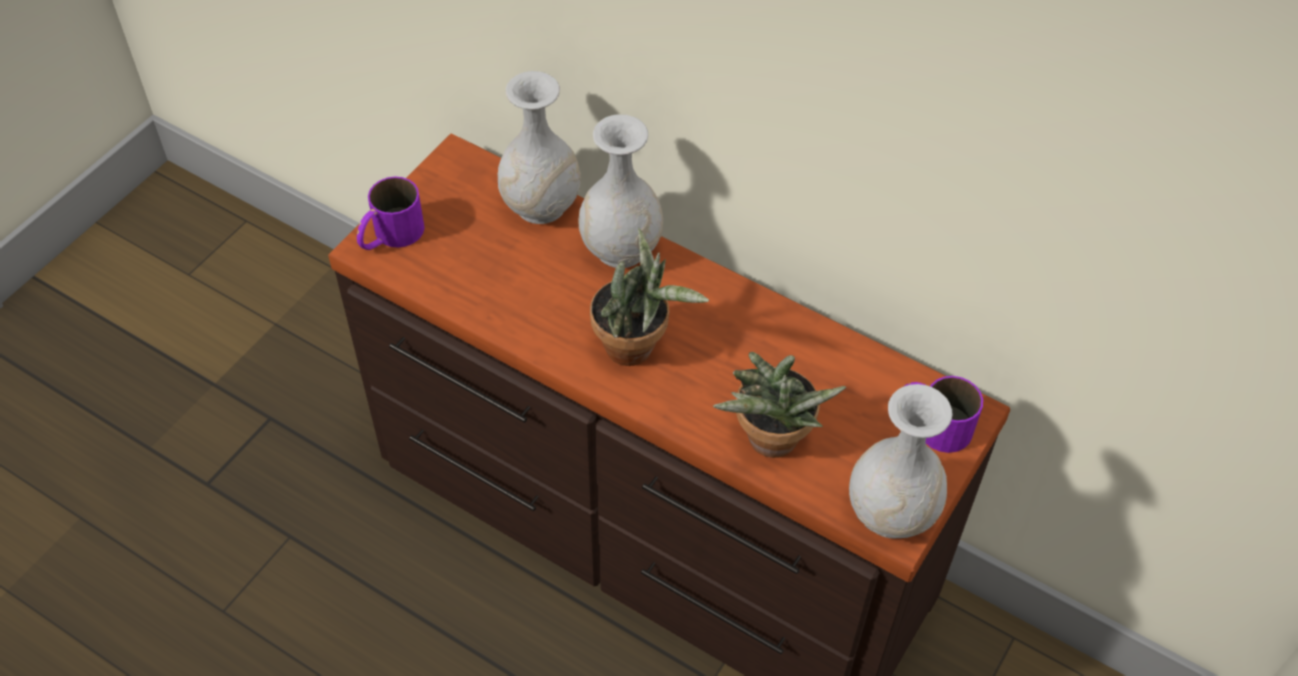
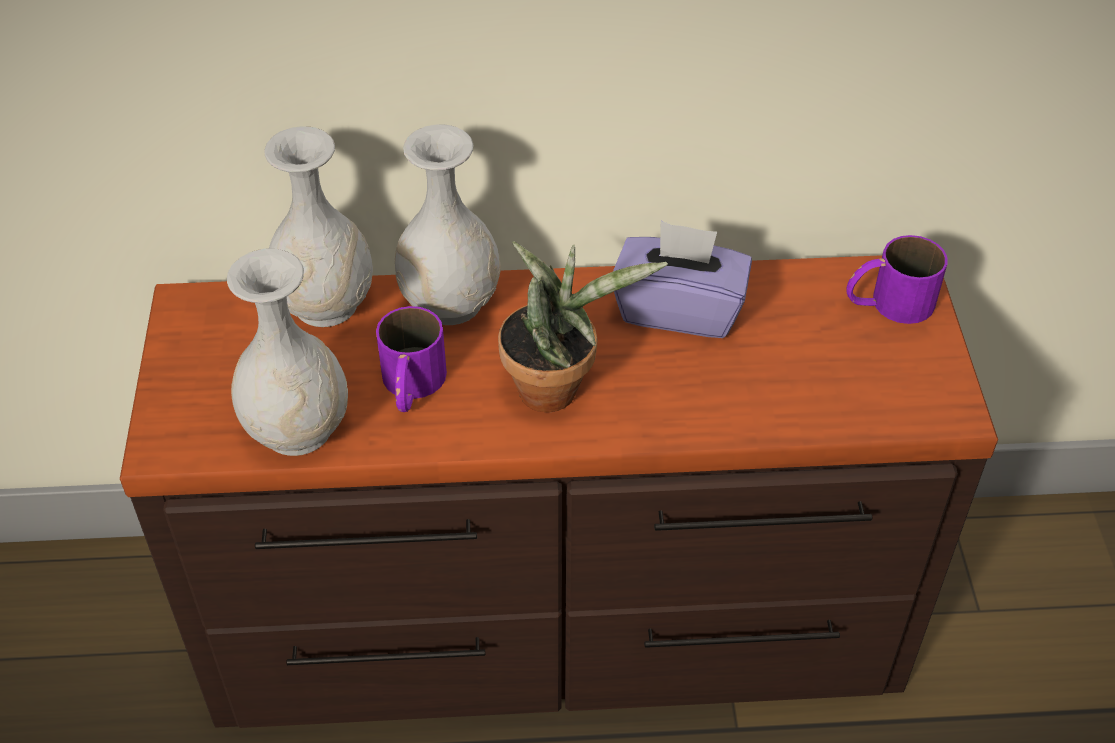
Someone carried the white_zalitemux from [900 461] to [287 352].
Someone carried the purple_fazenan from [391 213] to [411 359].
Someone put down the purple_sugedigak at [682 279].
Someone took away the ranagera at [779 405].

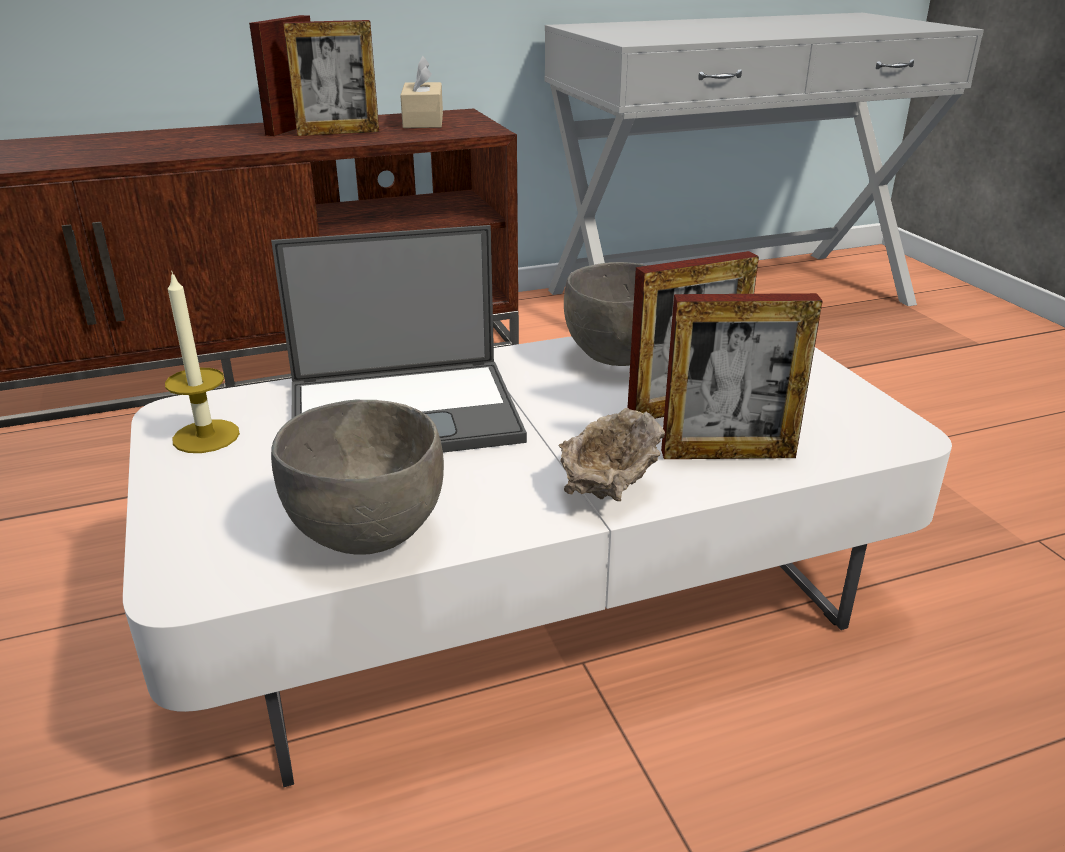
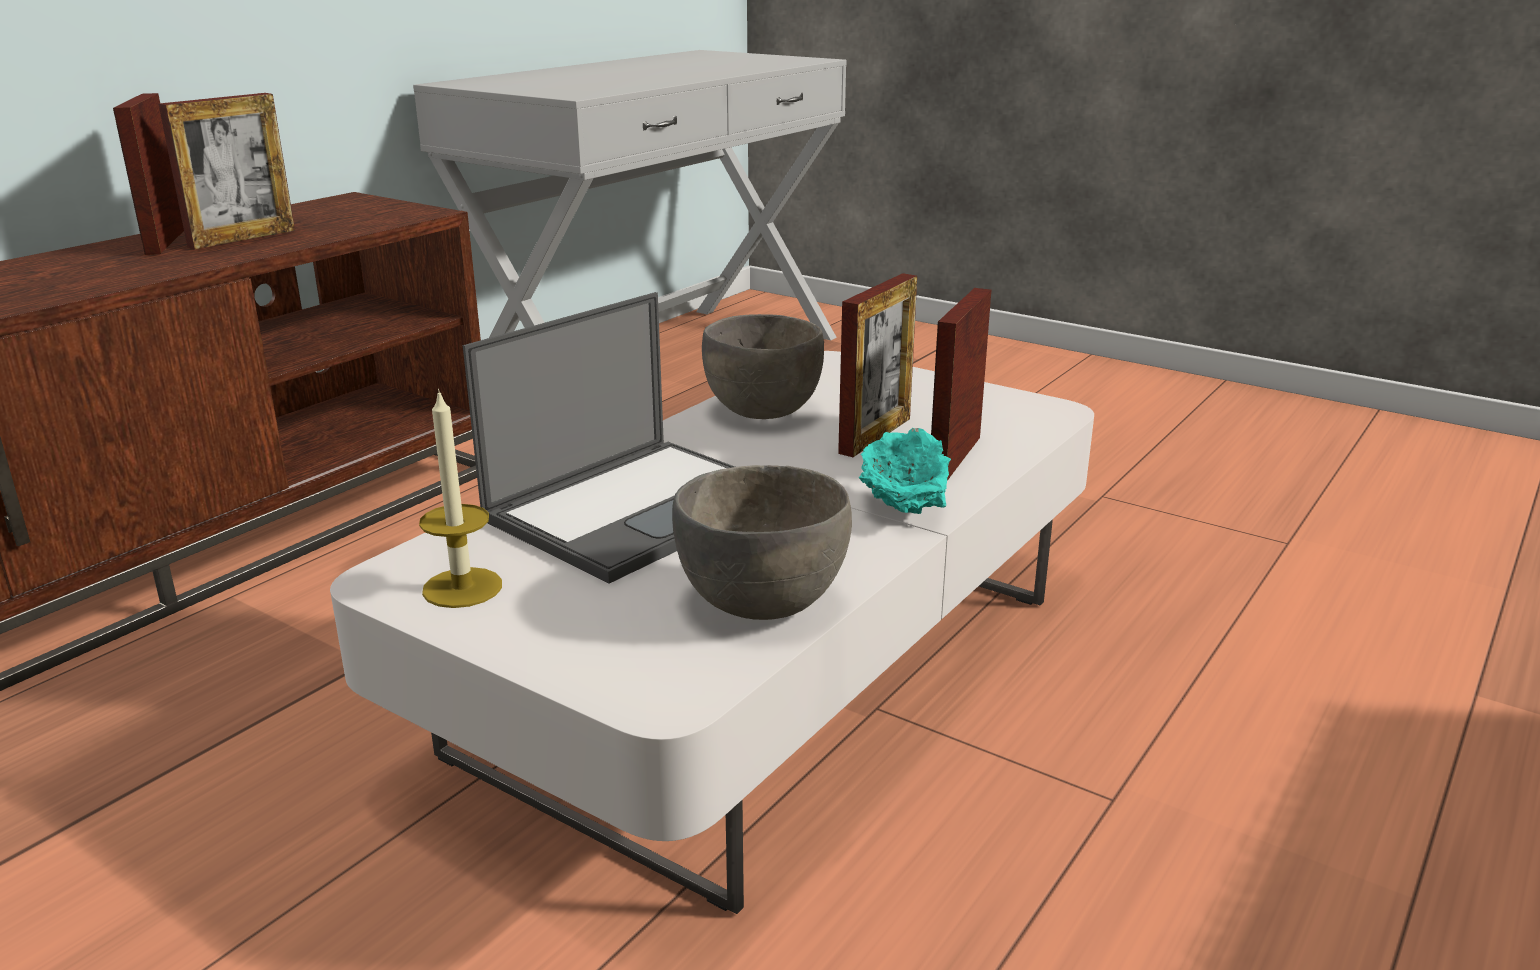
Someone repainted the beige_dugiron at [611 454], which became the turquoise_dugiron at [905 471].
Someone rotated the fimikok at [742 376] by 150 degrees clockwise.
Someone took away the beige_sugedigak at [421 92].

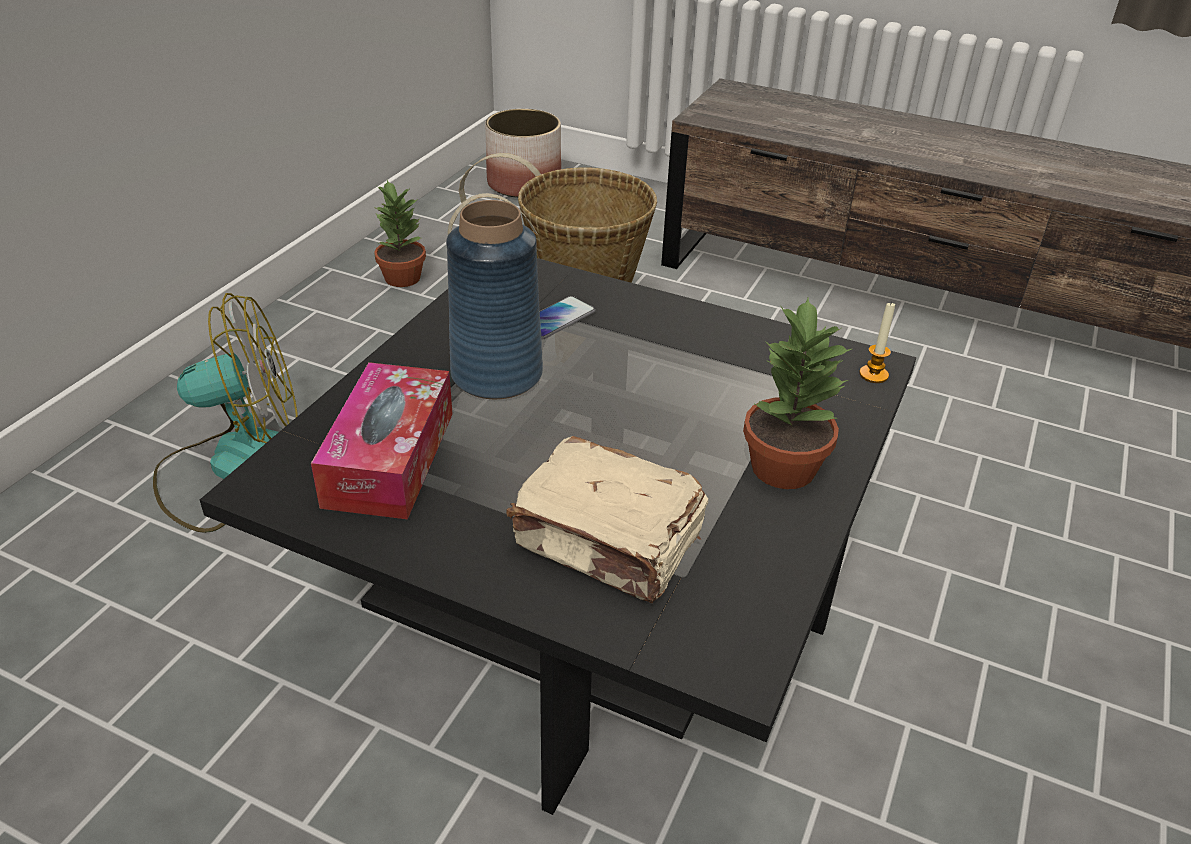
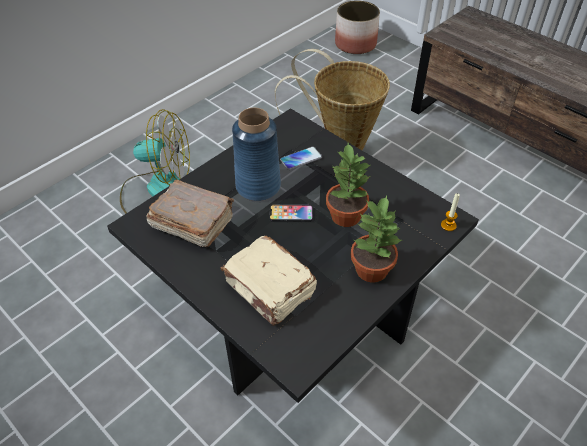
Someone swapped the sugedigak at [382 440] for the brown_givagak at [190 213].
Someone put down the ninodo at [291 213].
Someone carried the ranagera from [400 233] to [348 185].

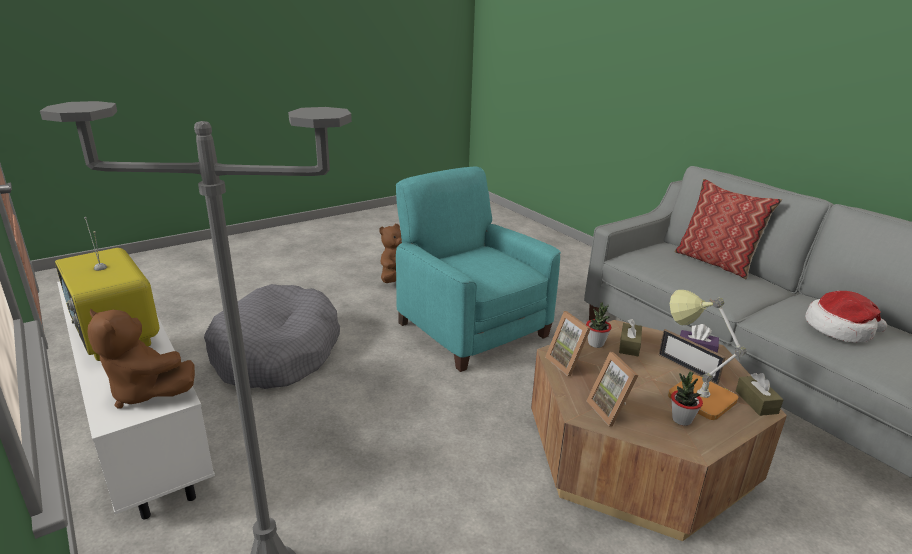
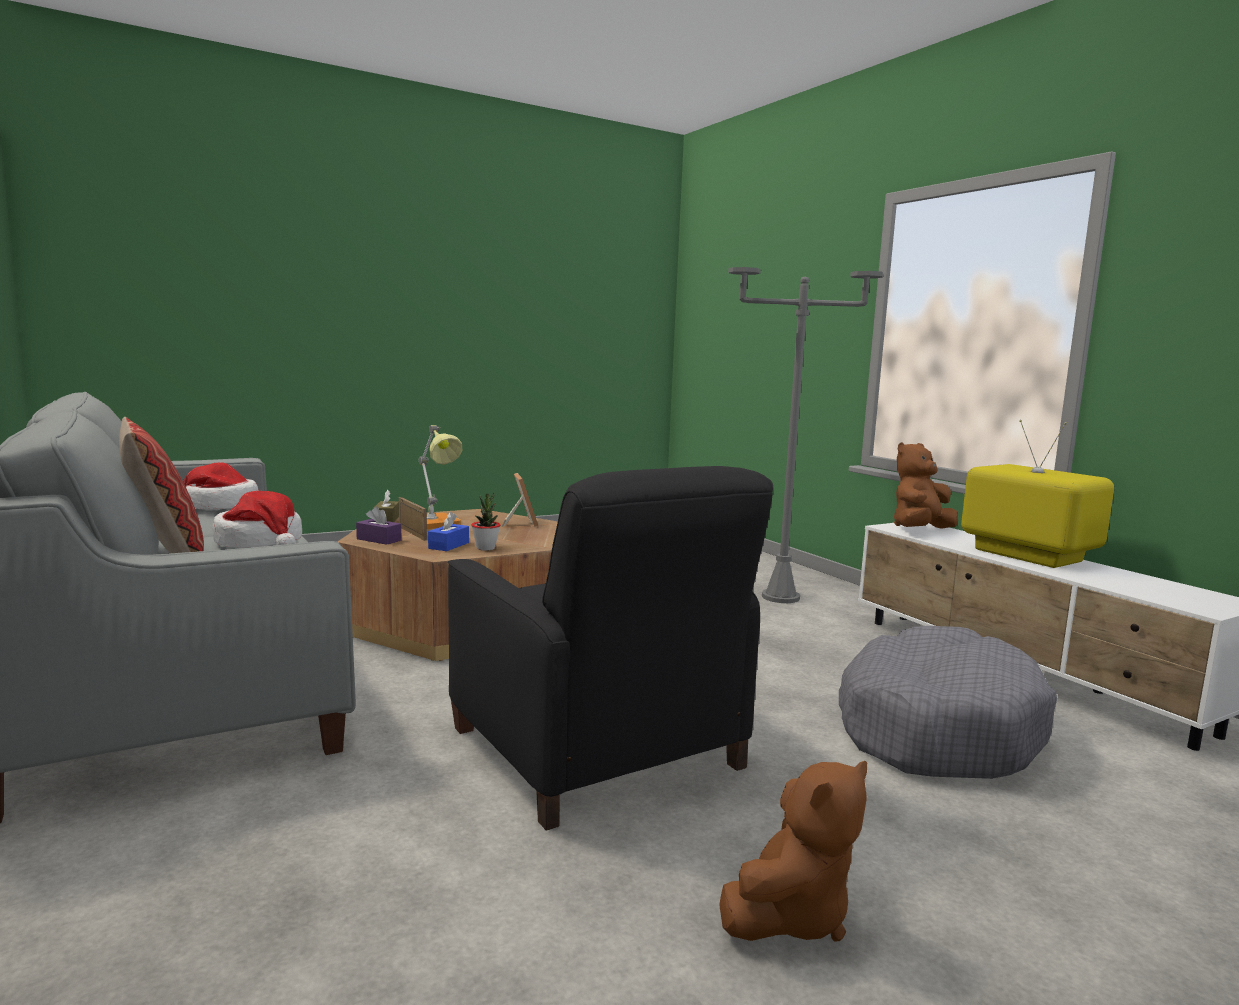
Someone put down the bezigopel at [257 519].
Someone repainted the brown_sugedigak at [630 337], which became the blue_sugedigak at [448 531].
Someone repainted the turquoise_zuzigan at [478 269], which became the black_zuzigan at [610 648].
Someone rotated the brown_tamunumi at [141 358] by 75 degrees counterclockwise.
Someone took away the fimikok at [568 343].
Someone took away the ranagera at [687 399].

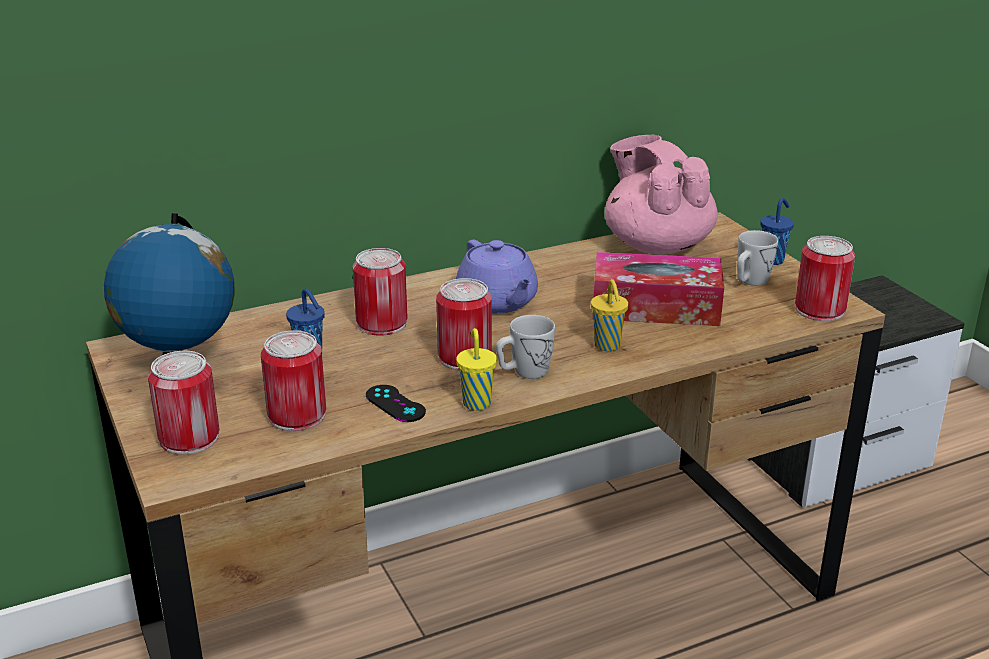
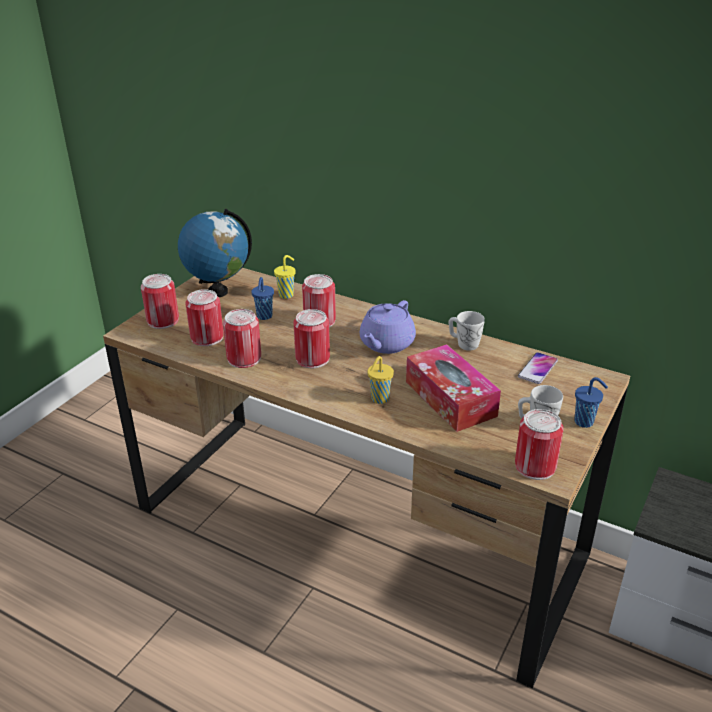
Someone swapped the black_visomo at [396 403] for the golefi at [242 338].
Someone carried the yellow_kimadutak from [476 369] to [285 277].
Someone carried the white_fazenan from [525 347] to [466 331].
Someone swapped the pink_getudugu at [661 195] for the ninodo at [538 368].

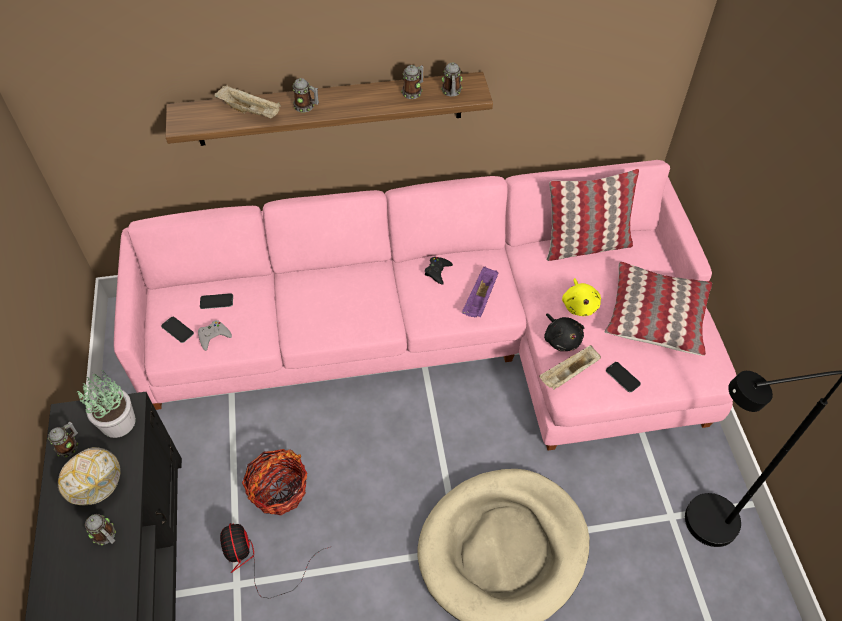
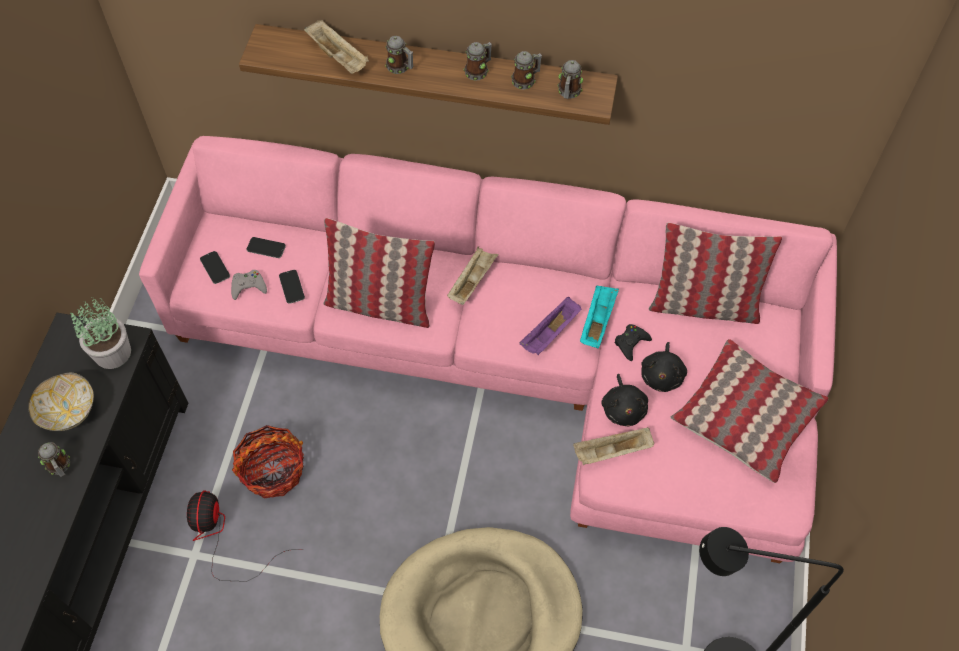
Someone carried the ninodo from [623 377] to [292 287].
Someone put down the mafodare at [379 273].
Someone put down the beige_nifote at [473 276].
Someone carried the fazenan from [63 439] to [478 61].
Someone put down the turquoise_nifote at [599 316].
Someone carried the black_visomo from [439 271] to [633 342].
Someone repainted the yellow_tamunumi at [581 297], which became the black_tamunumi at [664 367].

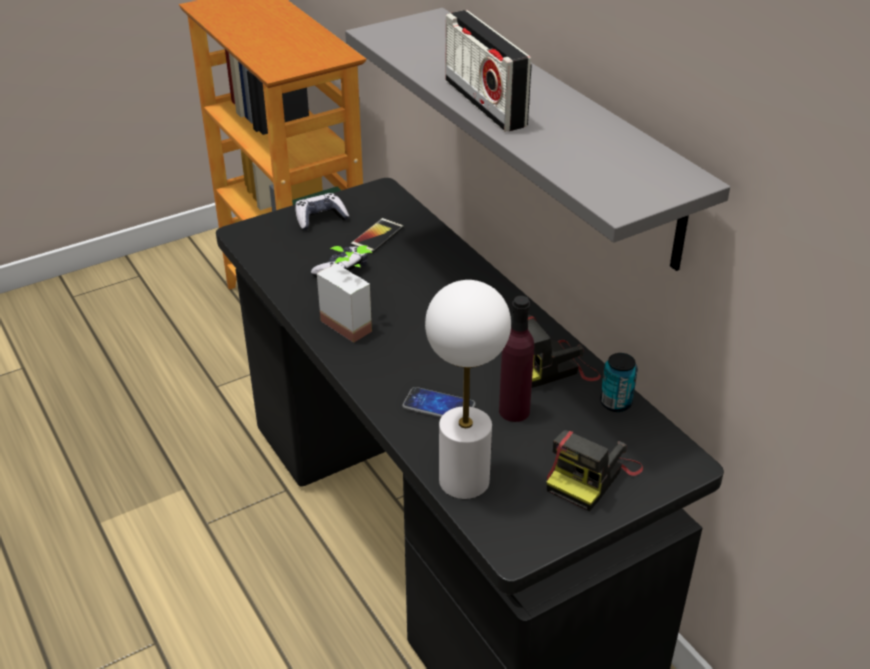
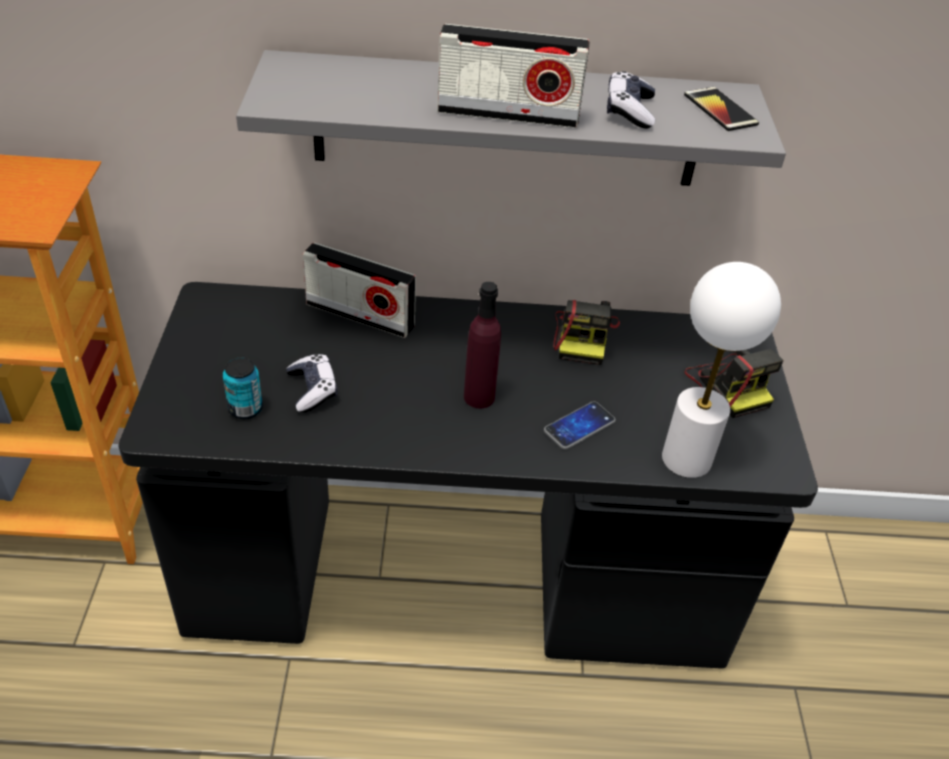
Someone carried the golefi from [619 382] to [243 388].
Someone put down the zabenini at [359 290].
Someone carried the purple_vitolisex from [516 359] to [482 345].
Someone carried the visomo from [322 212] to [631 100].
Someone carried the ninodo from [377 235] to [721 109].
Someone took away the ranagera at [345 294].

